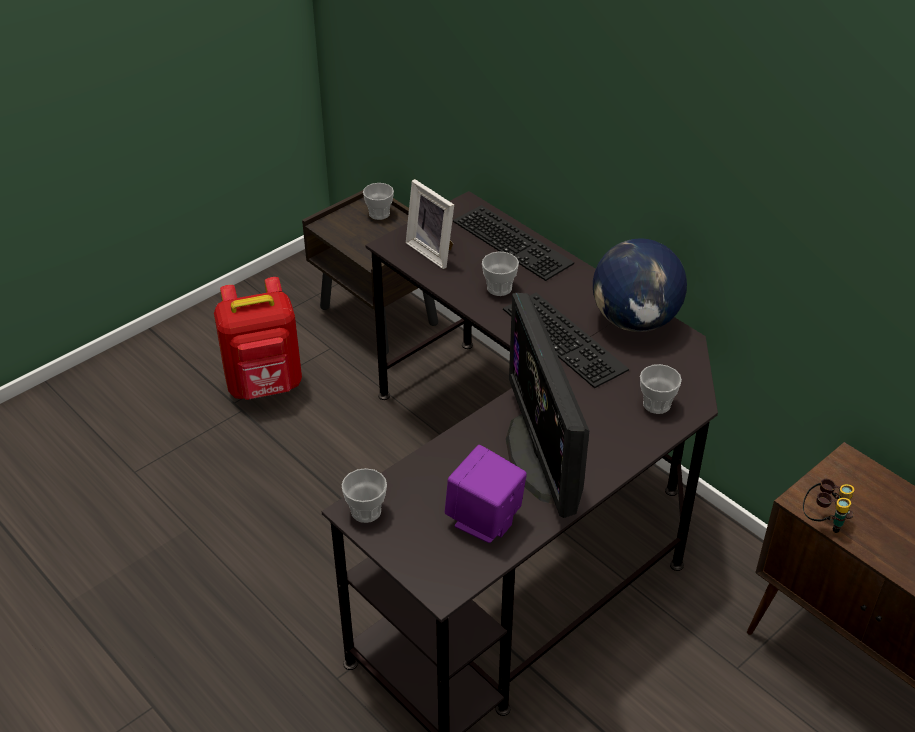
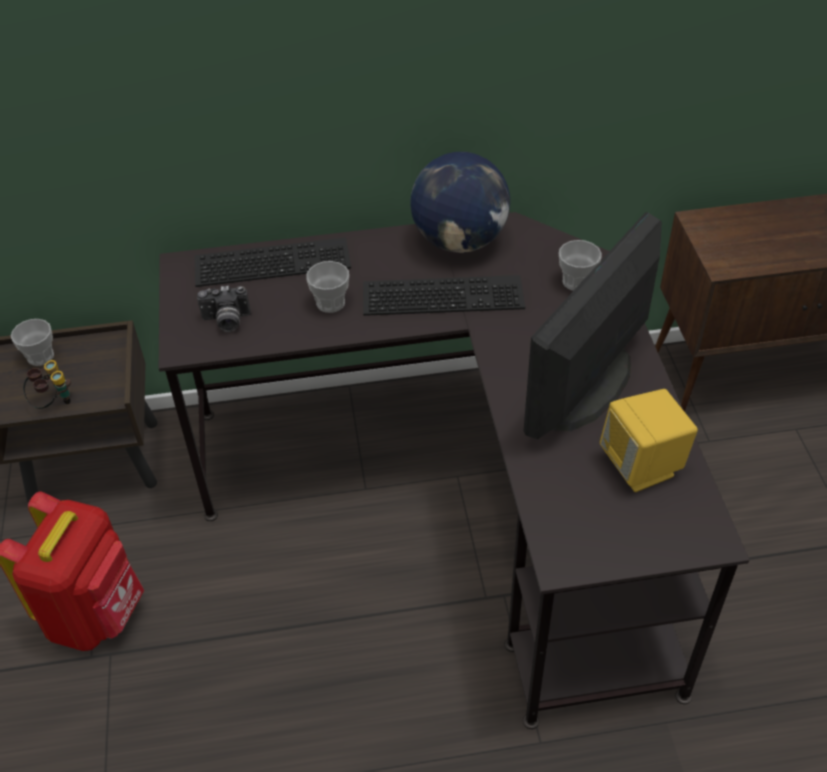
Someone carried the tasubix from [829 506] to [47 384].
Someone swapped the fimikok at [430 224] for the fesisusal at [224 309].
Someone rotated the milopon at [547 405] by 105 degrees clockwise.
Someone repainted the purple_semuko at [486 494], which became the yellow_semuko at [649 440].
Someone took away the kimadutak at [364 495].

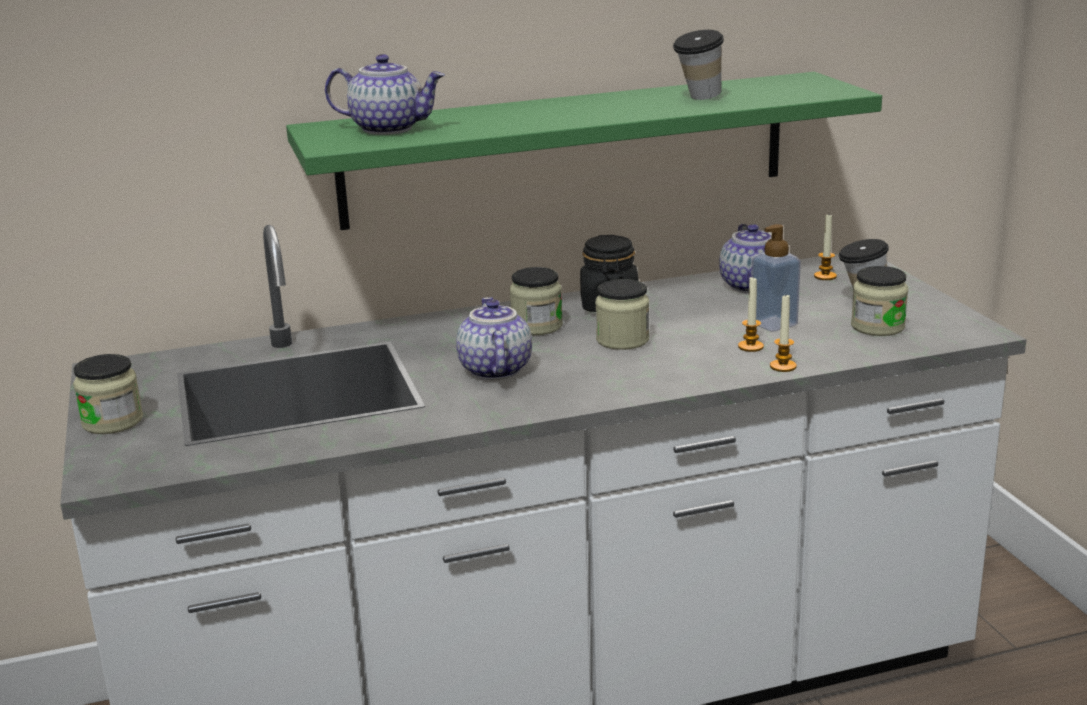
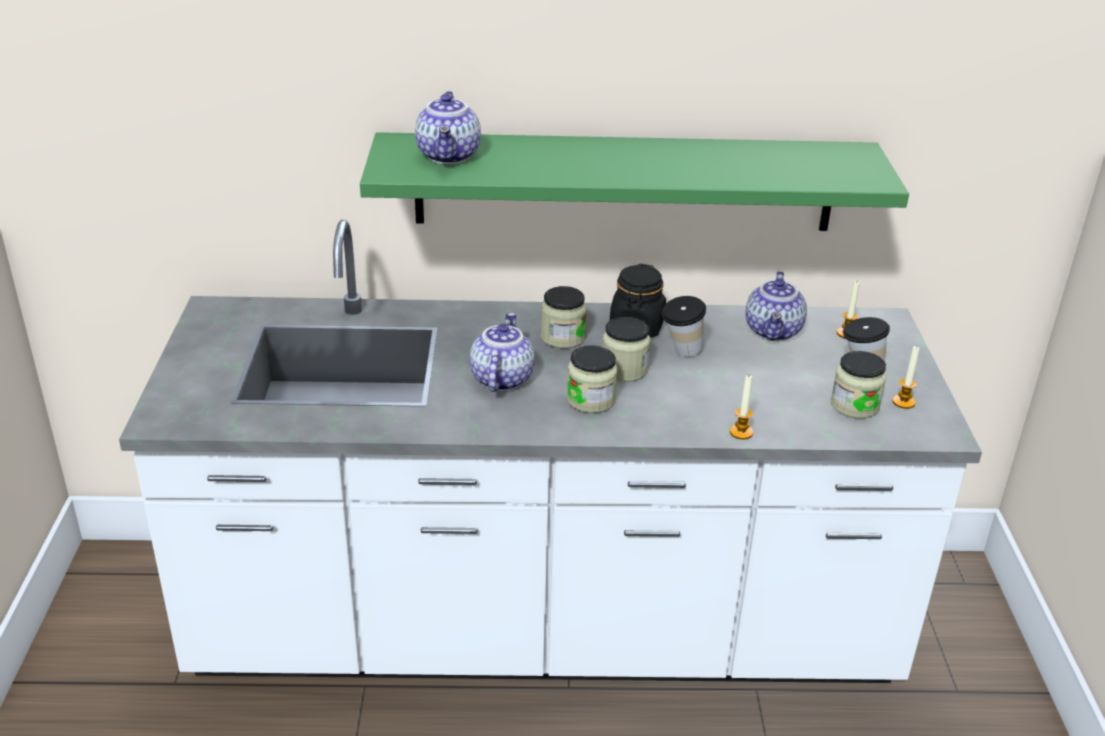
Someone rotated the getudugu at [385 94] by 60 degrees clockwise.
Someone carried the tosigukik from [108 394] to [592 379].
Someone carried the kimadutak from [698 65] to [683 326].
Someone carried the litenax from [751 314] to [905 377].
Someone took away the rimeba at [776 277].

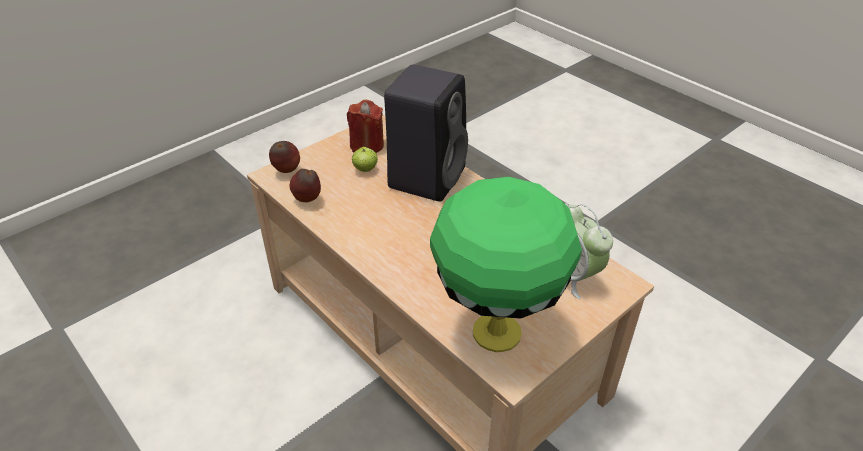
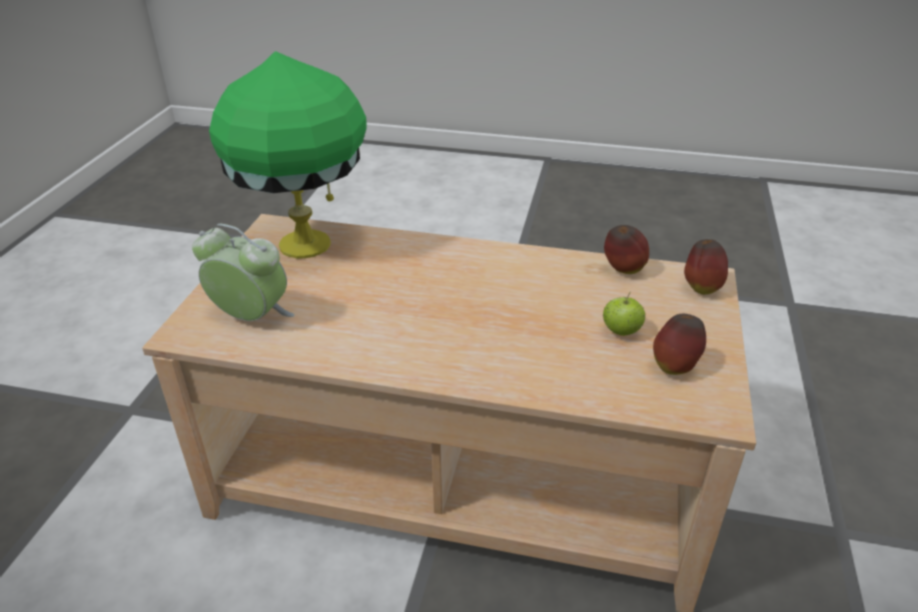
Someone swapped the red_litenax at [365 126] for the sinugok at [679 344].
Someone took away the black_semuko at [426 133].

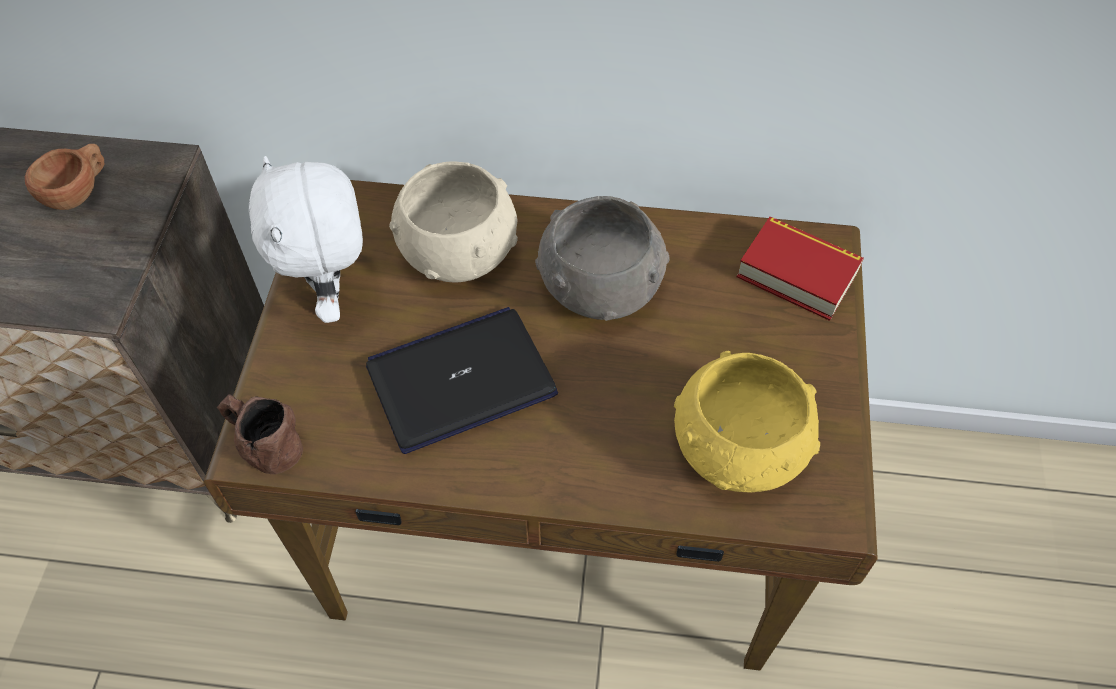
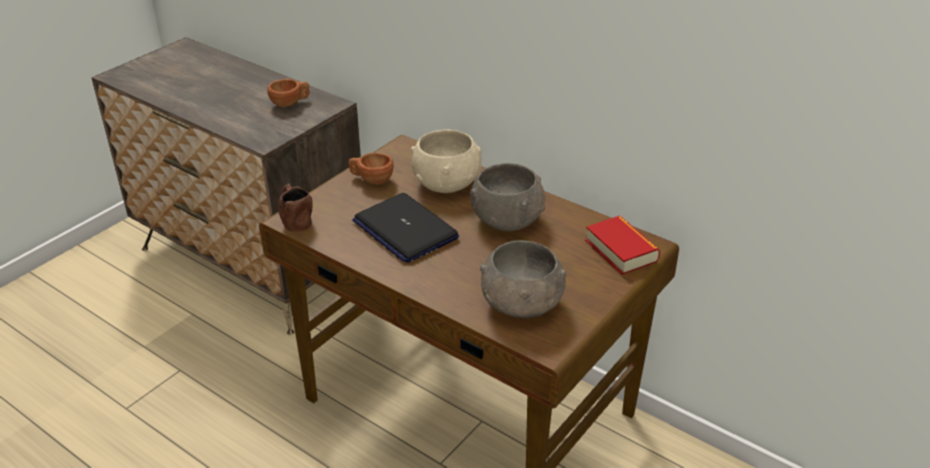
Someone swapped the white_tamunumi at [306 239] for the brown_kimadutak at [371 169].
Someone rotated the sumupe at [462 380] by 135 degrees counterclockwise.
Someone repainted the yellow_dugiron at [747 422], which became the grey_dugiron at [523 279].

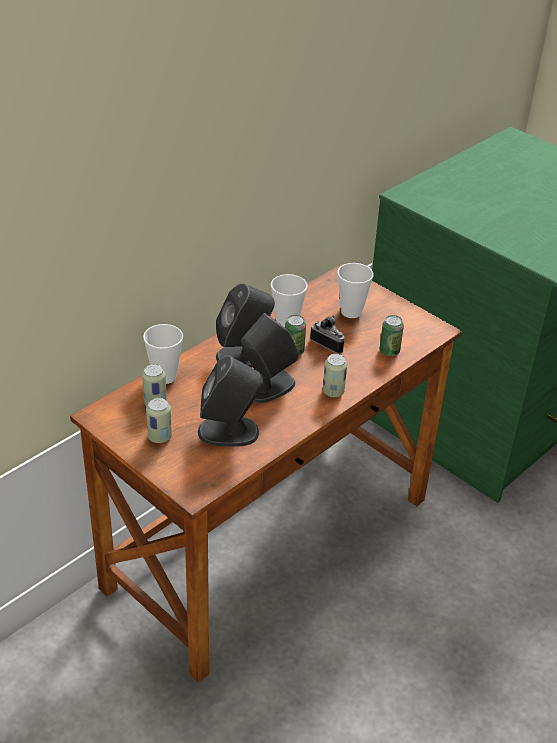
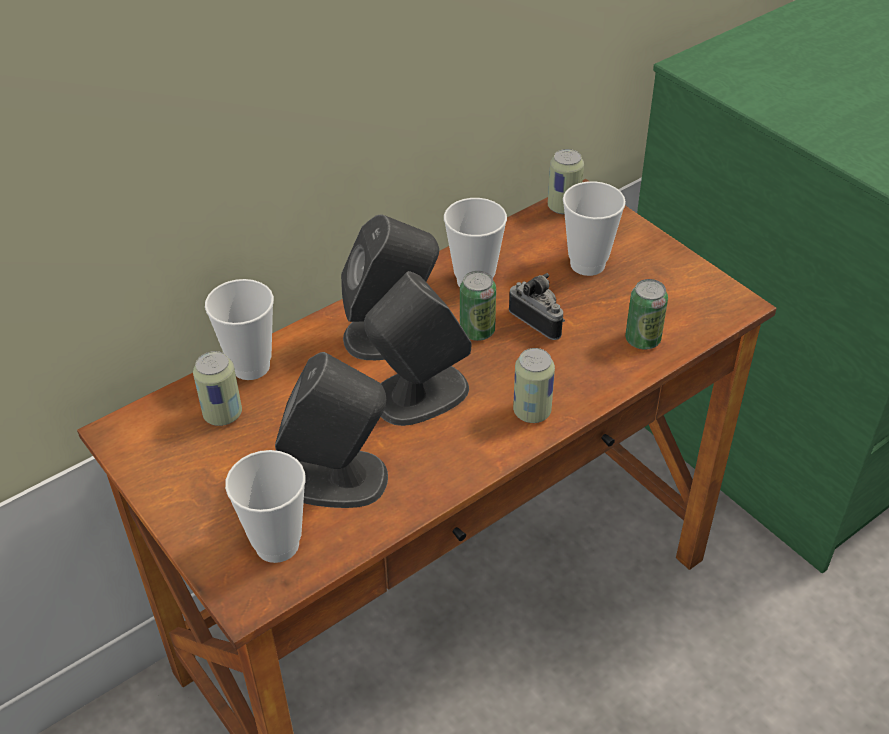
Someone put down the kimadutak at [265 506].
Someone carried the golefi from [159 420] to [566 181].

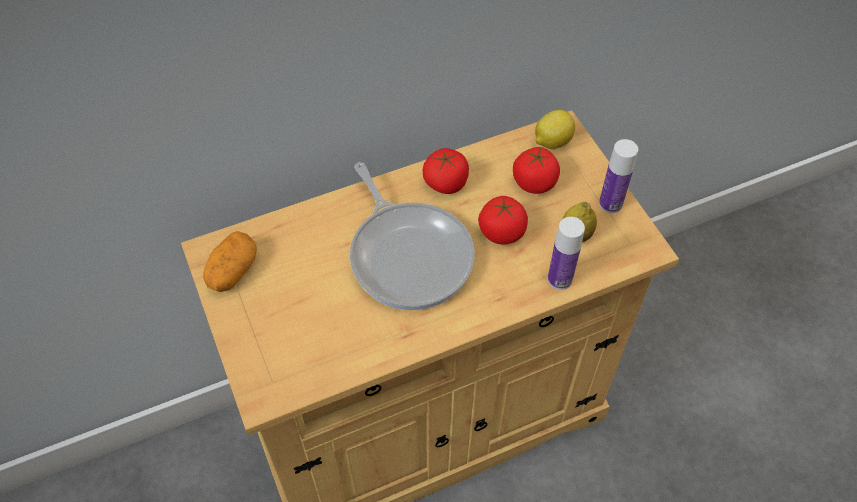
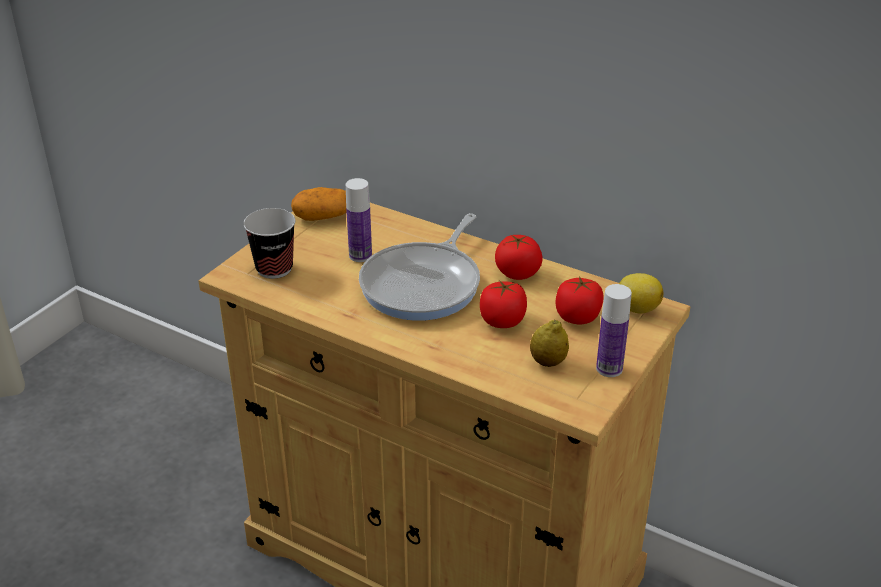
Someone put down the kimadutak at [269 243].
Someone carried the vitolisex from [566 253] to [359 220].

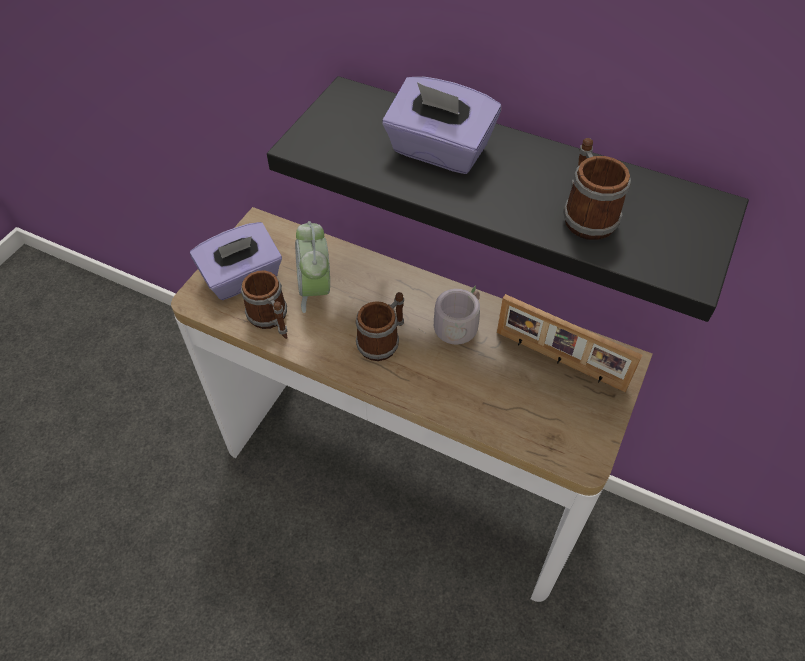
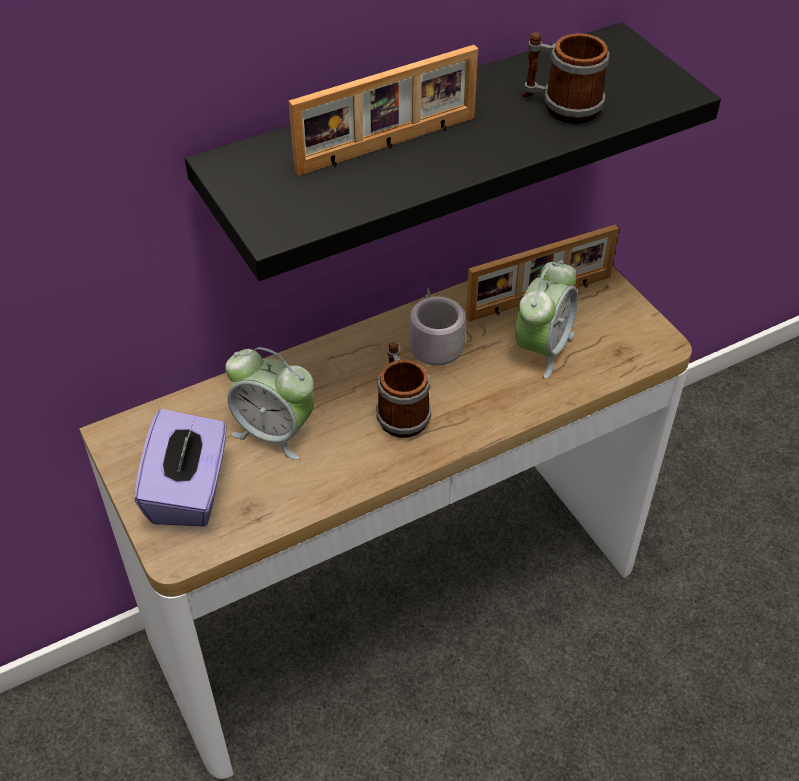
Someone swapped the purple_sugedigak at [441 125] for the fimikok at [383 110].
Someone put down the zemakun at [546 319].
Someone took away the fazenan at [264 304].

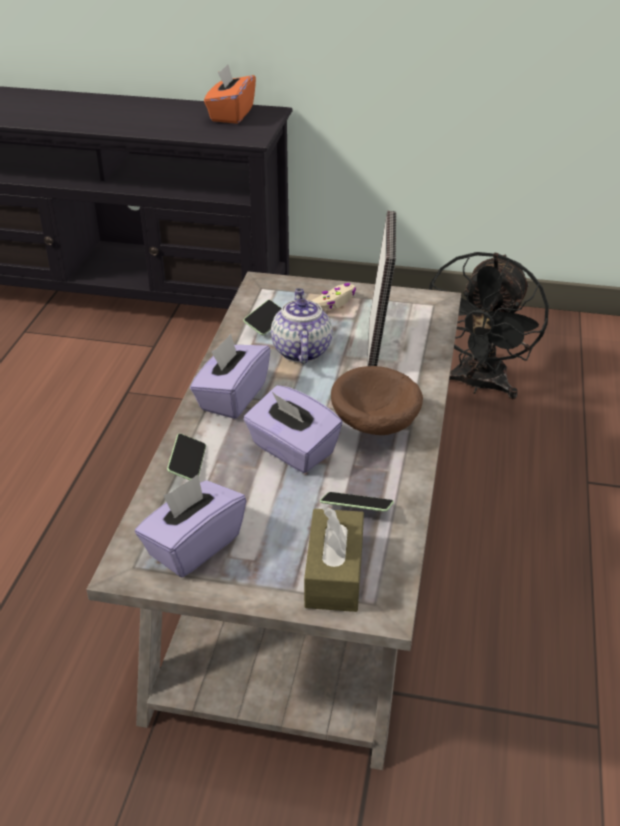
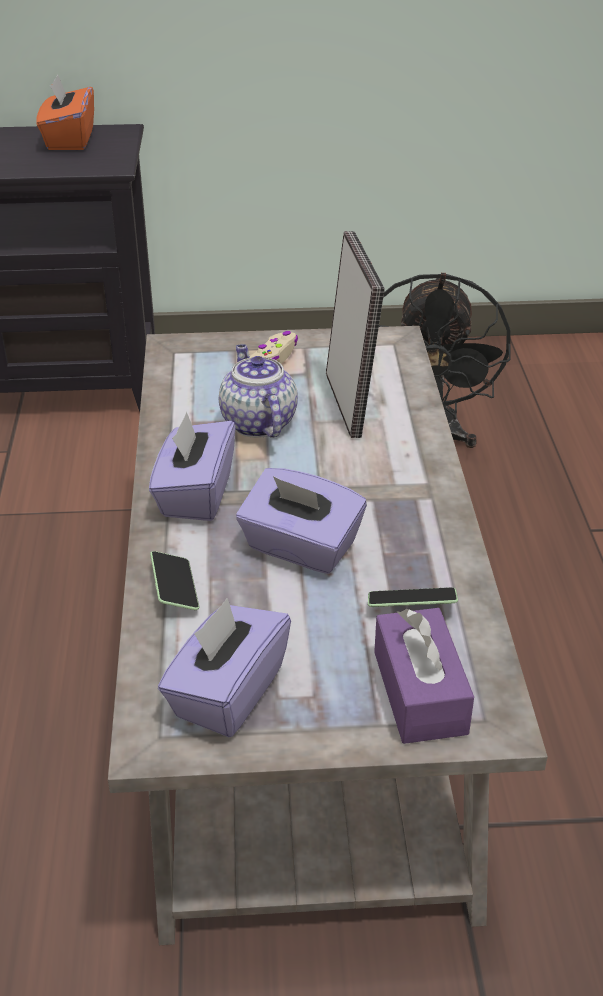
Someone repainted the brown_sugedigak at [334 559], which became the purple_sugedigak at [424 676].
Someone took away the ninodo at [262 317].
Someone took away the brown_dugiron at [377 400].

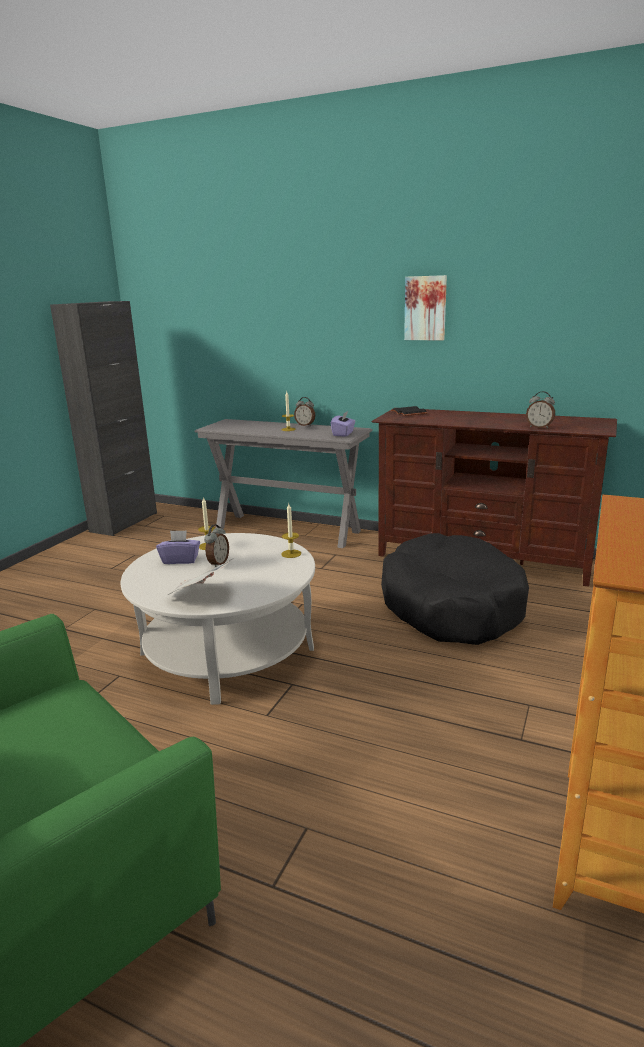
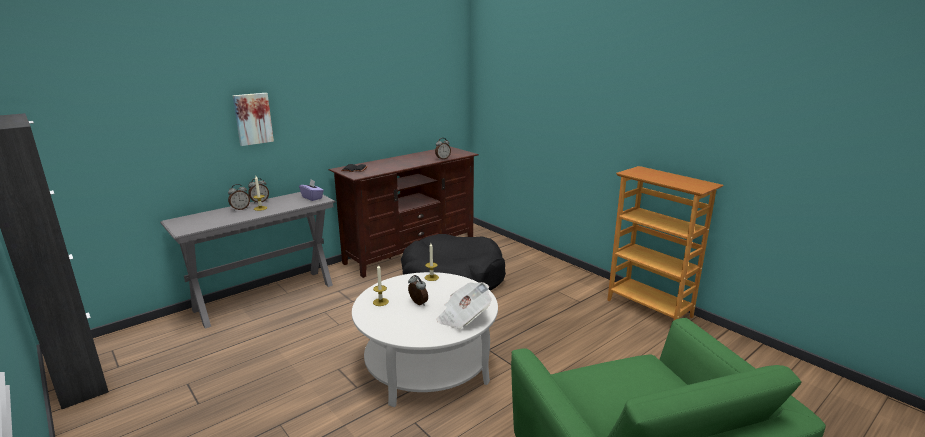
Someone put down the zemakun at [239 197].
Someone carried the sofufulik from [425 307] to [253 119].
Someone took away the purple_sugedigak at [178 547].

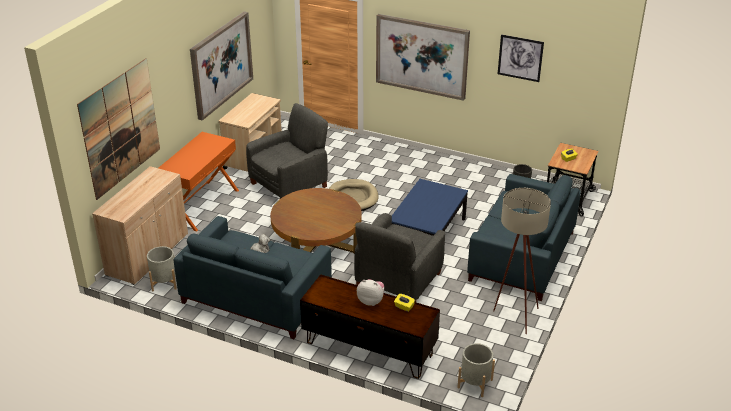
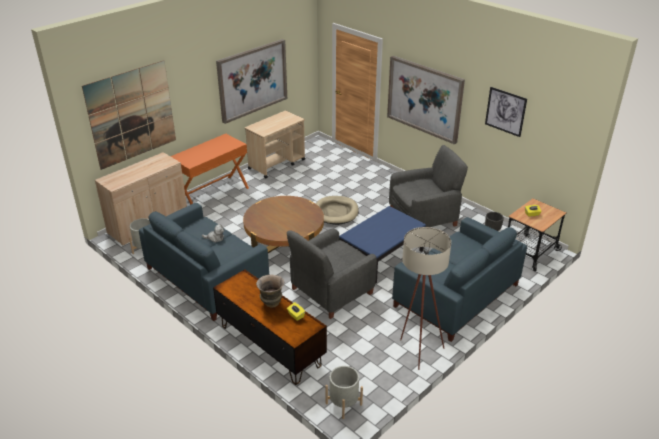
Someone swapped the tamunumi at [371 292] for the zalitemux at [270 291].
Someone carried the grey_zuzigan from [287 151] to [428 186].

